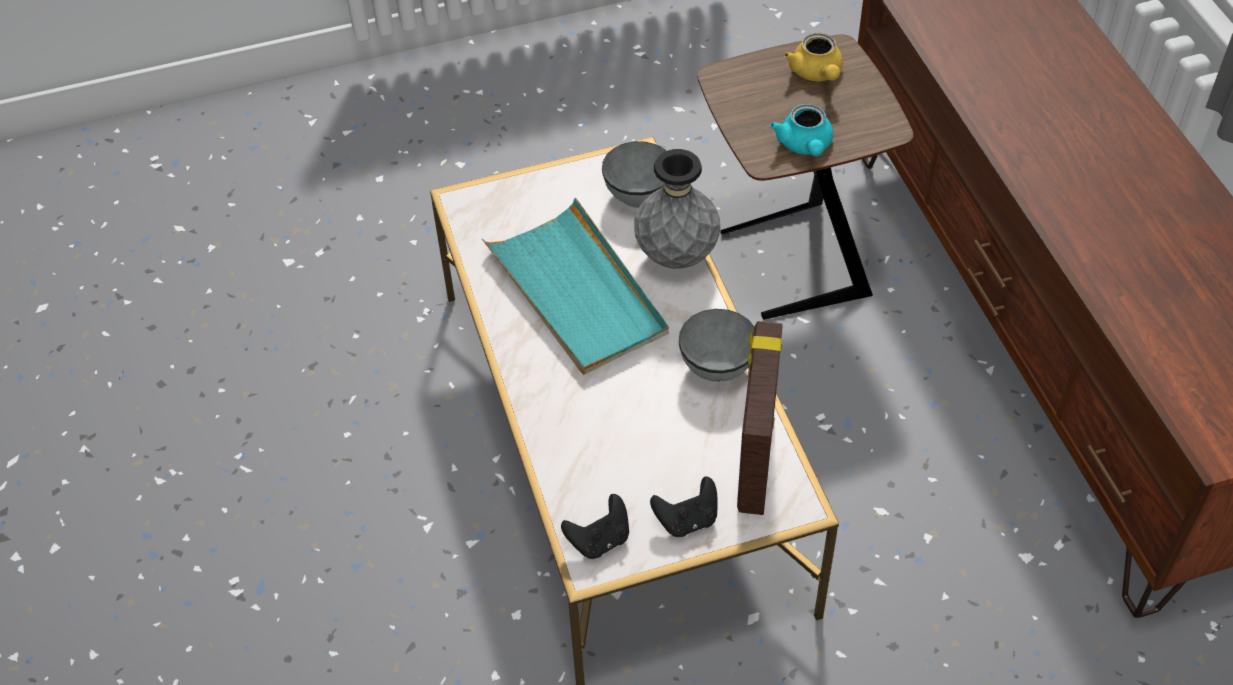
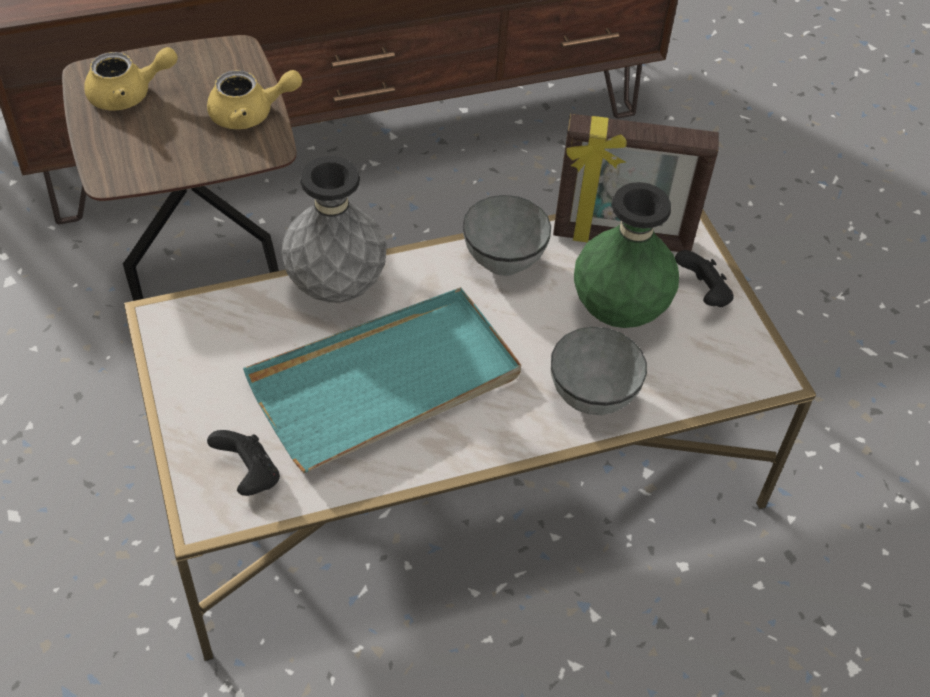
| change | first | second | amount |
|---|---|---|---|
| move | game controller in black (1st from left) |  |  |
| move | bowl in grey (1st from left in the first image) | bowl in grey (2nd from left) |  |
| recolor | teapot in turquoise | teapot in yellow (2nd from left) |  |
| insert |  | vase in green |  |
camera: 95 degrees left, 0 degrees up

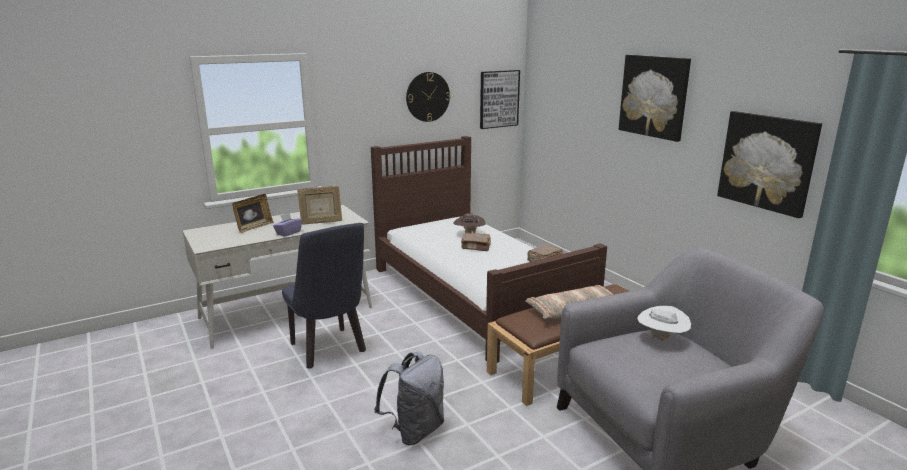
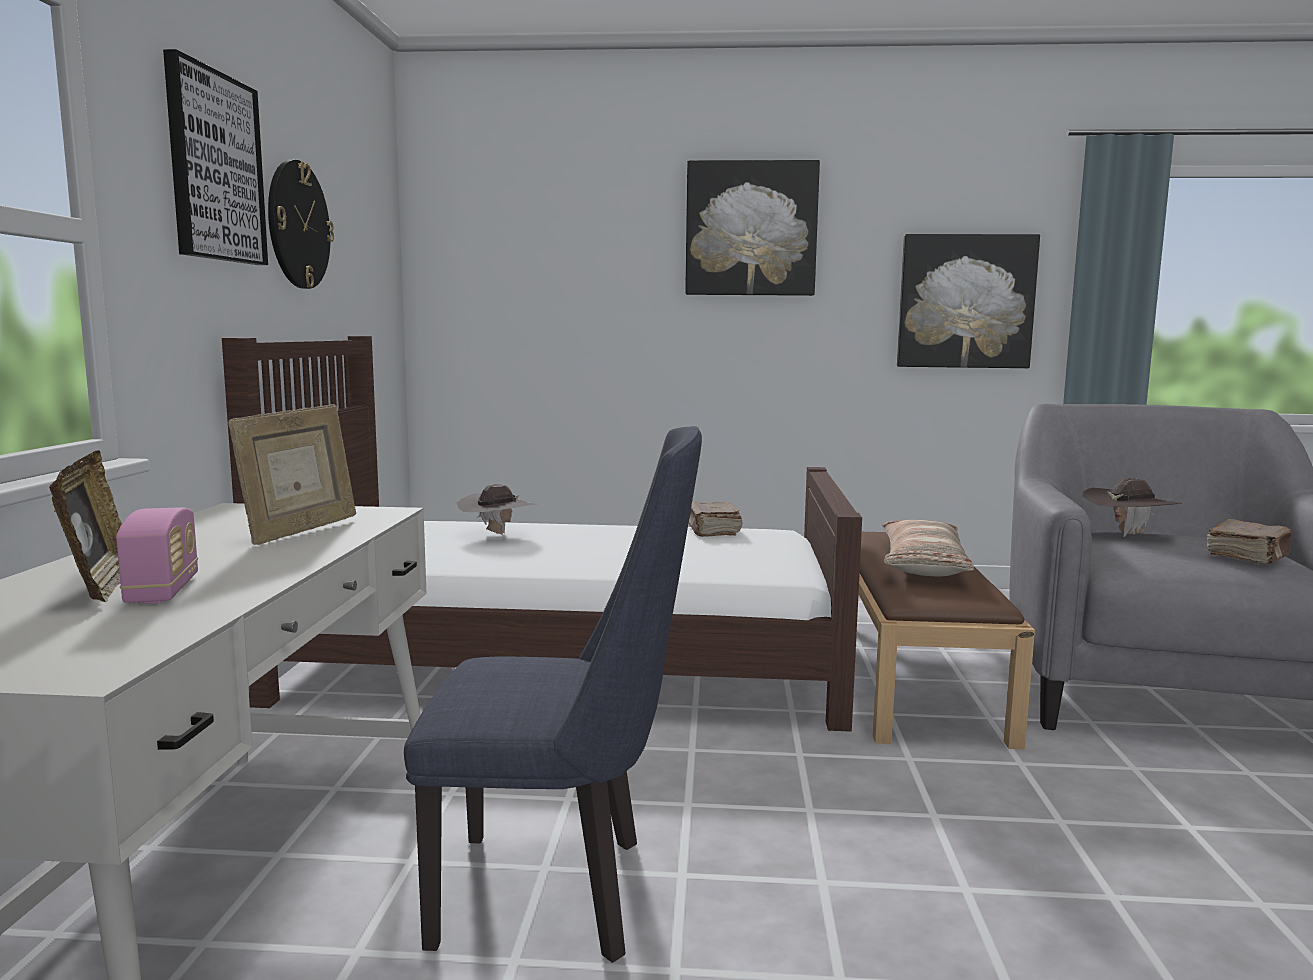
| change | first | second | amount |
|---|---|---|---|
| delete | tissue box in purple |  |  |
| delete | backpack in grey |  |  |
| move | book in brown (1st from left in the first image) | book in brown (2nd from left) |  |
| move | picture (1st from left) |  |  |
| recolor | hat in white | hat in brown (2nd from left) |  |
| insert |  | radio |  |
camera: 55 degrees left, 10 degrees down

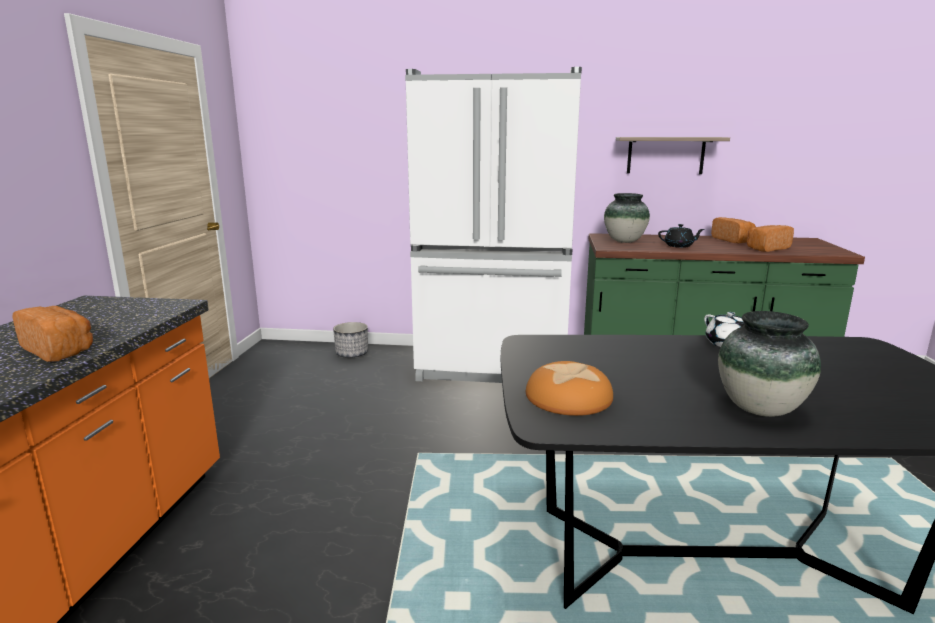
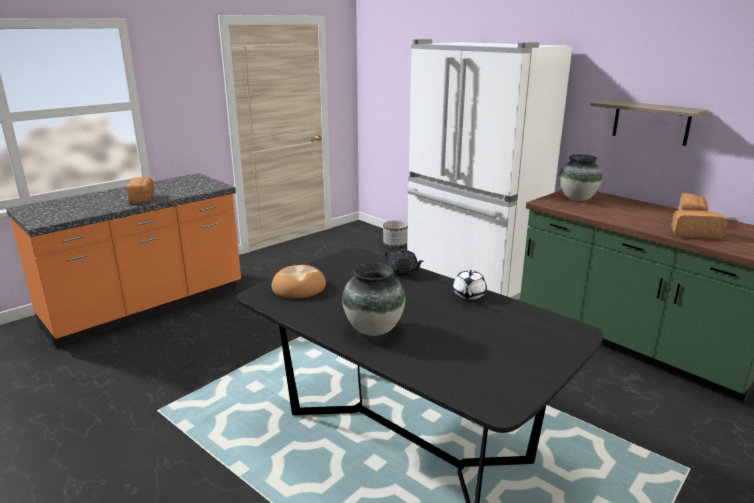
| change | first | second | amount |
|---|---|---|---|
| move | teapot in black |  |  |
camera: 40 degrees right, 5 degrees up

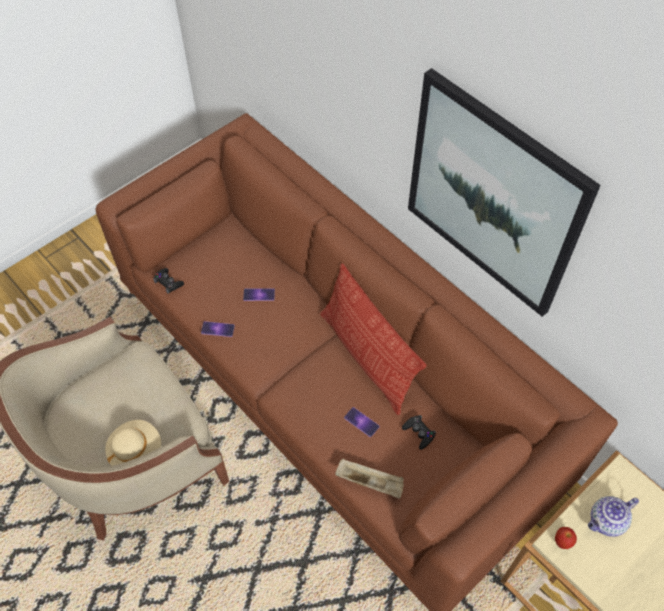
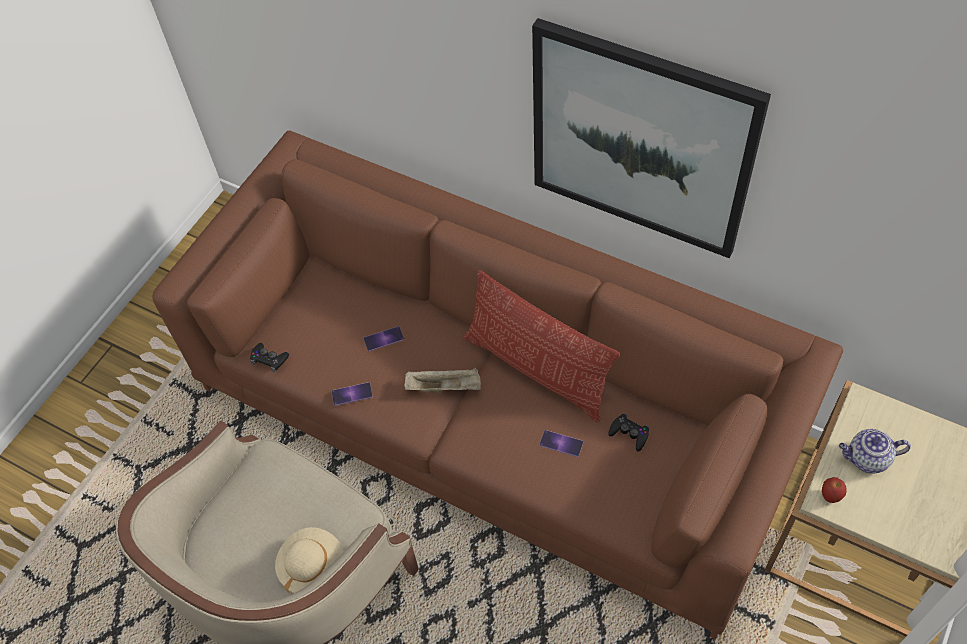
| change | first | second | amount |
|---|---|---|---|
| move | tray in beige |  |  |
| rotate | teapot |  | 45 degrees clockwise |
camera: 15 degrees left, 0 degrees up

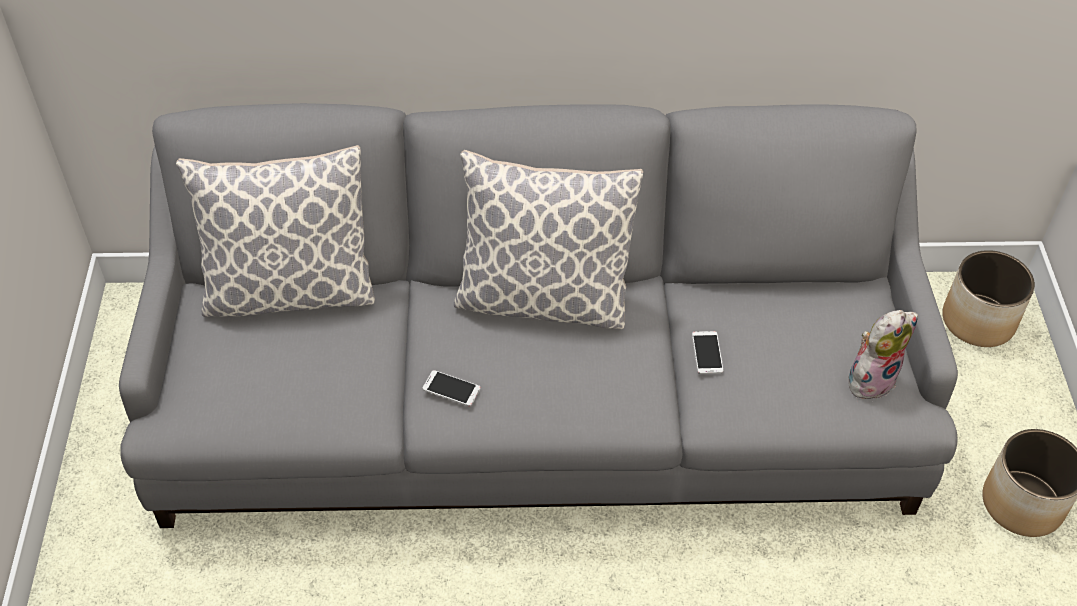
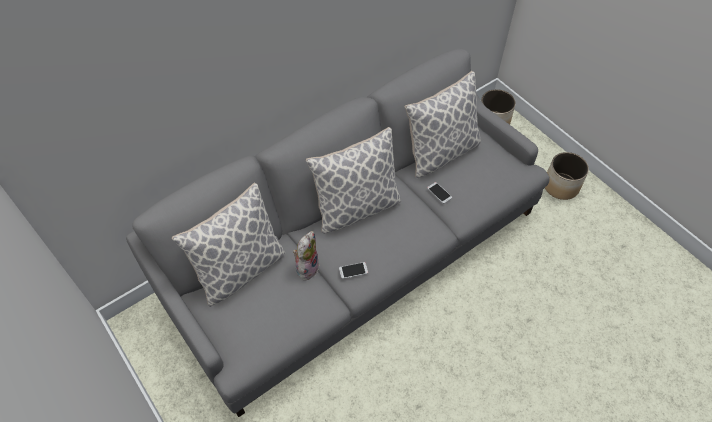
| change | first | second | amount |
|---|---|---|---|
| move | plush toy |  |  |
| insert |  | pillow (3rd from left) |  |
camera: 35 degrees left, 5 degrees up

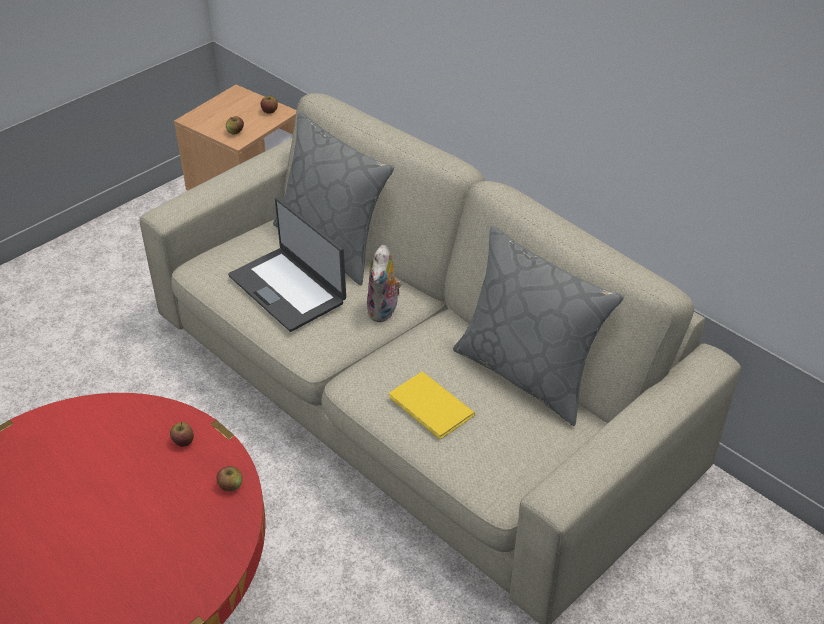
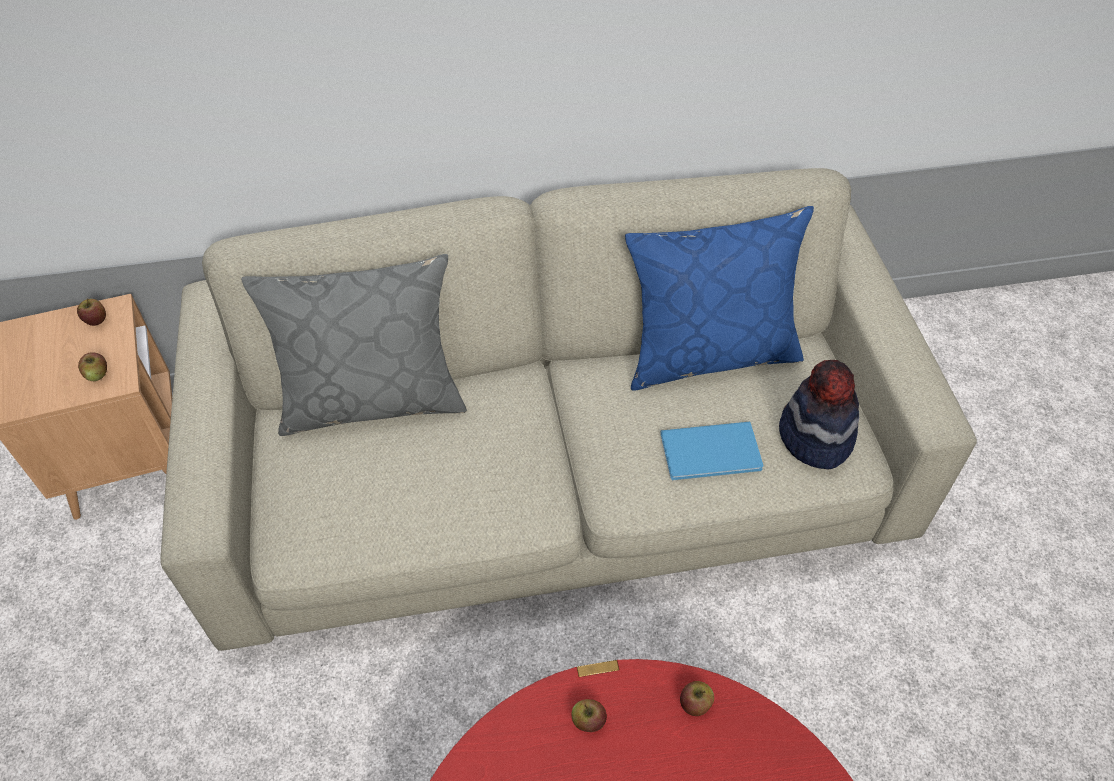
| change | first | second | amount |
|---|---|---|---|
| delete | laptop |  |  |
| delete | plush toy |  |  |
| recolor | book in yellow | book in blue |  |
| recolor | pillow in grey (2nd from left) | pillow in blue |  |
| insert |  | hat |  |
camera: 55 degrees left, 10 degrees up

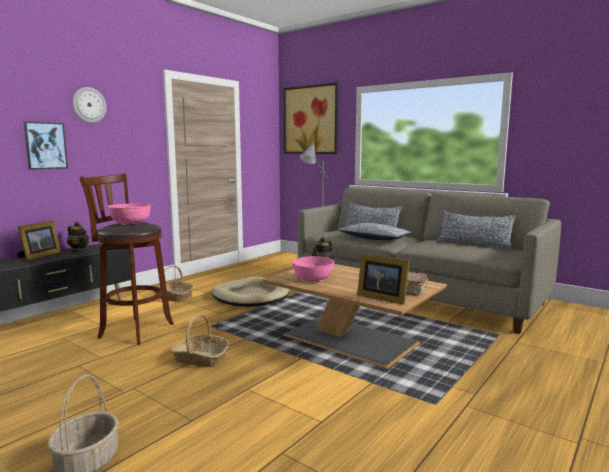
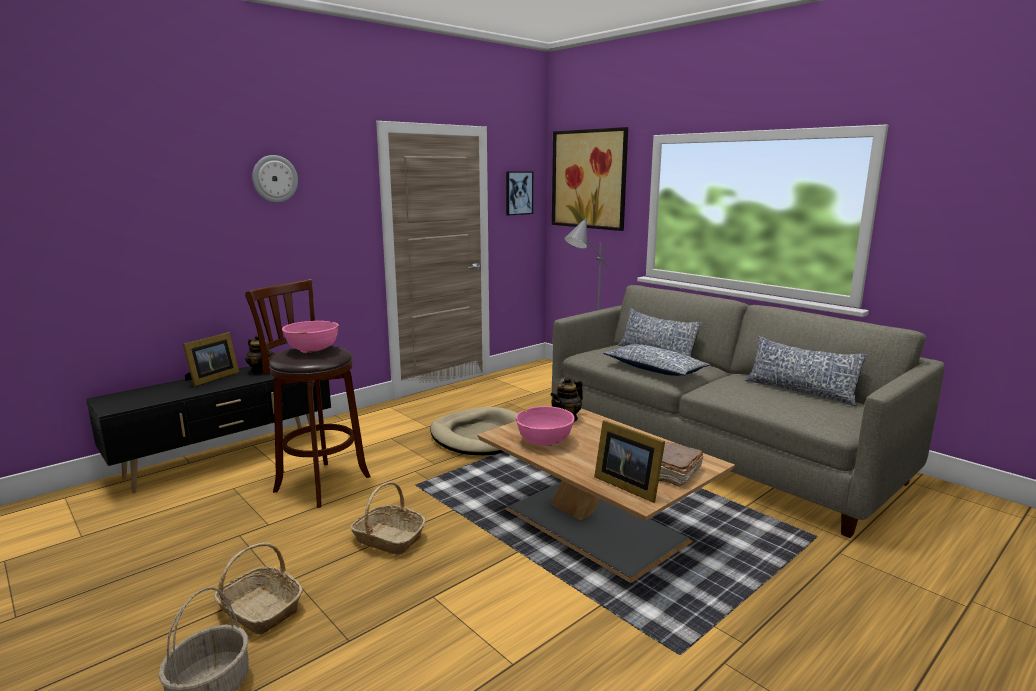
| change | first | second | amount |
|---|---|---|---|
| move | picture (1st from left) |  |  |
| move | basket (2nd from left) |  |  |
camera: 10 degrees right, 5 degrees up

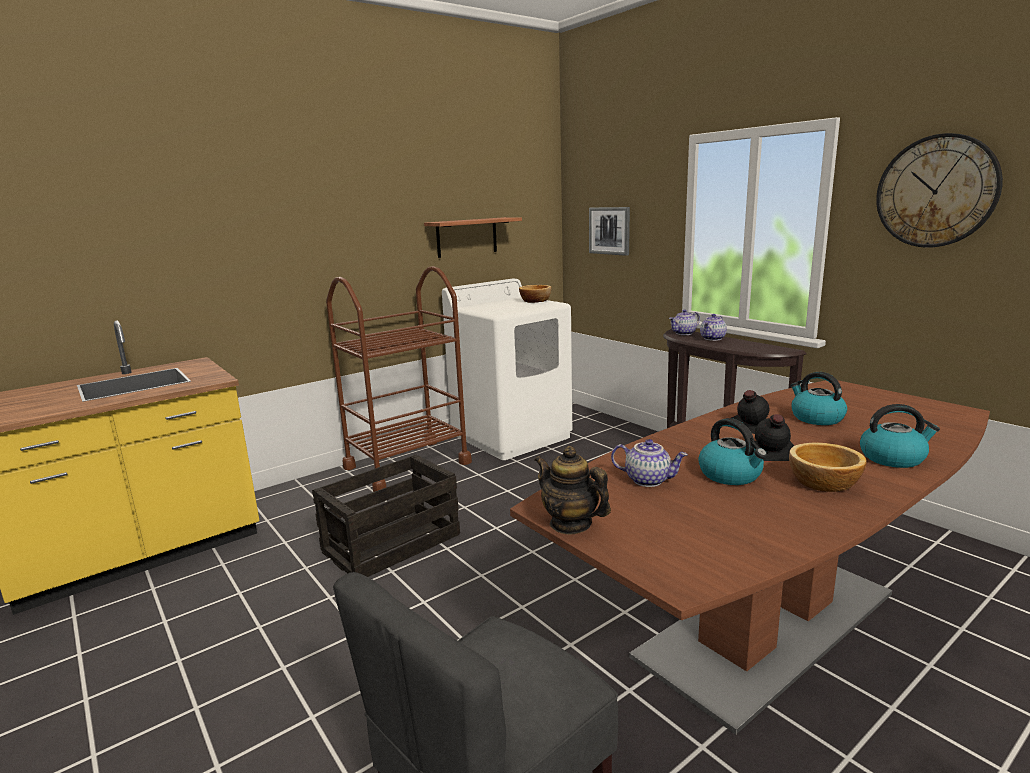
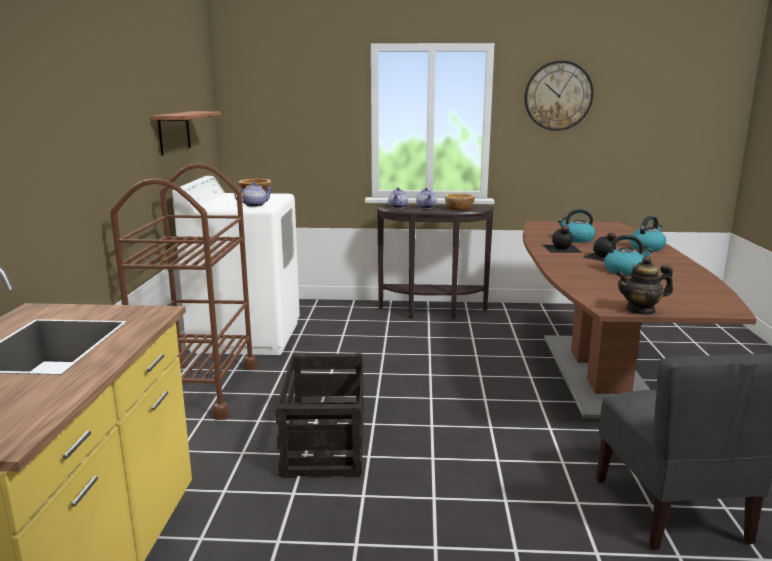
| change | first | second | amount |
|---|---|---|---|
| delete | picture |  |  |
| move | teapot (2nd from left in the first image) | teapot (1st from left) |  |
| move | bowl (2nd from left) |  |  |
camera: 50 degrees left, 0 degrees up

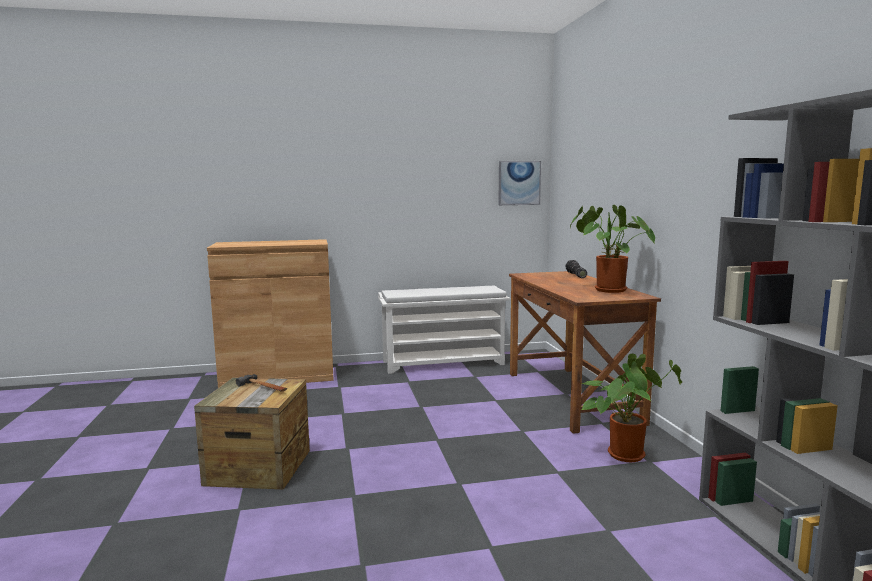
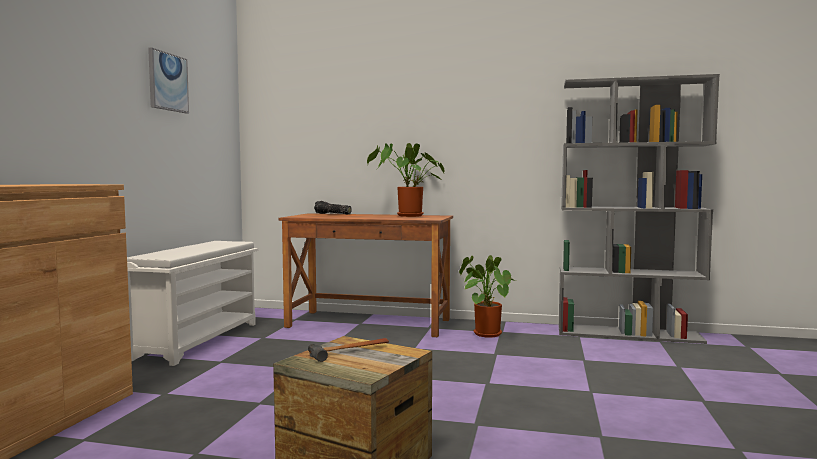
| change | first | second | amount |
|---|---|---|---|
| move | picture |  |  |
camera: 65 degrees left, 5 degrees down

